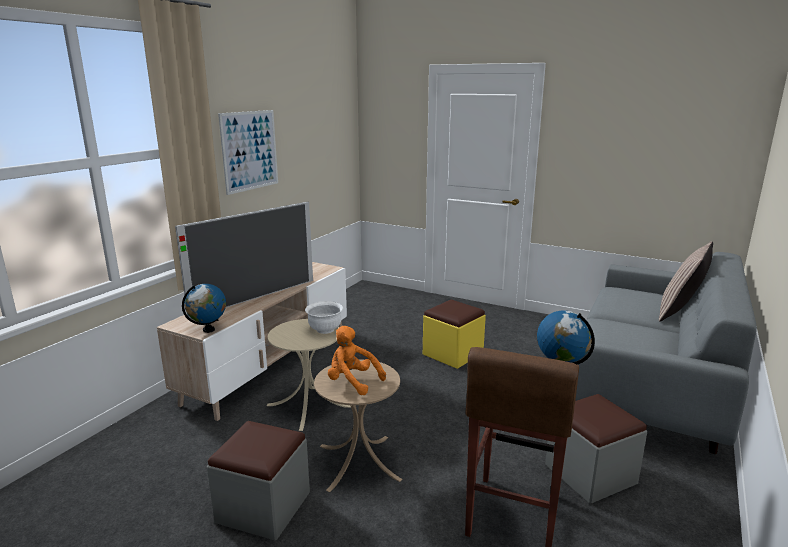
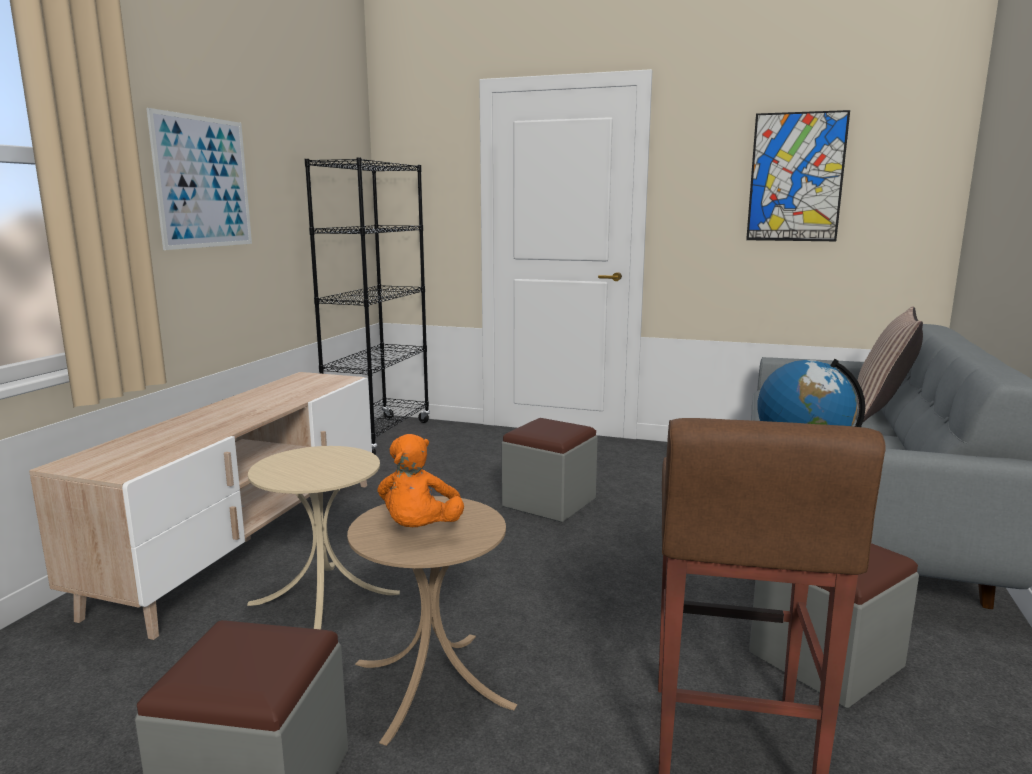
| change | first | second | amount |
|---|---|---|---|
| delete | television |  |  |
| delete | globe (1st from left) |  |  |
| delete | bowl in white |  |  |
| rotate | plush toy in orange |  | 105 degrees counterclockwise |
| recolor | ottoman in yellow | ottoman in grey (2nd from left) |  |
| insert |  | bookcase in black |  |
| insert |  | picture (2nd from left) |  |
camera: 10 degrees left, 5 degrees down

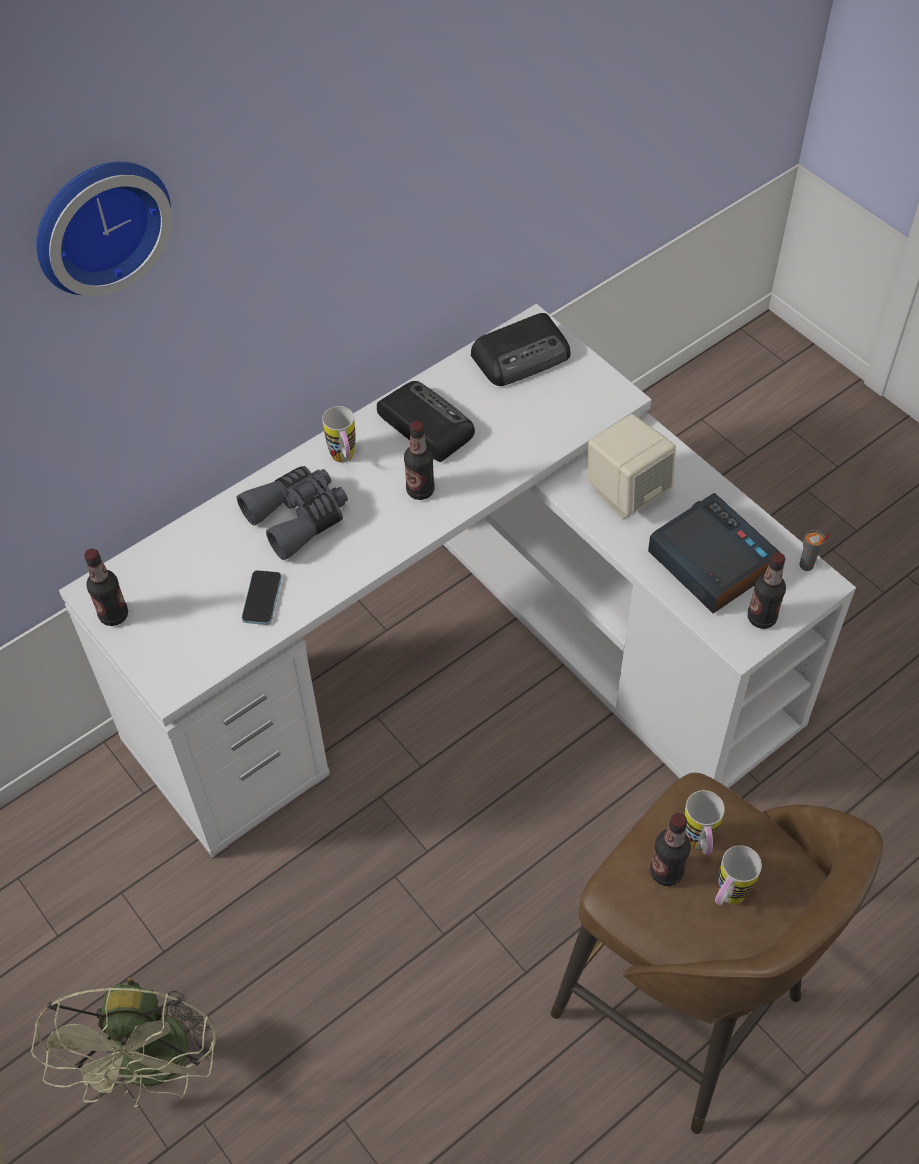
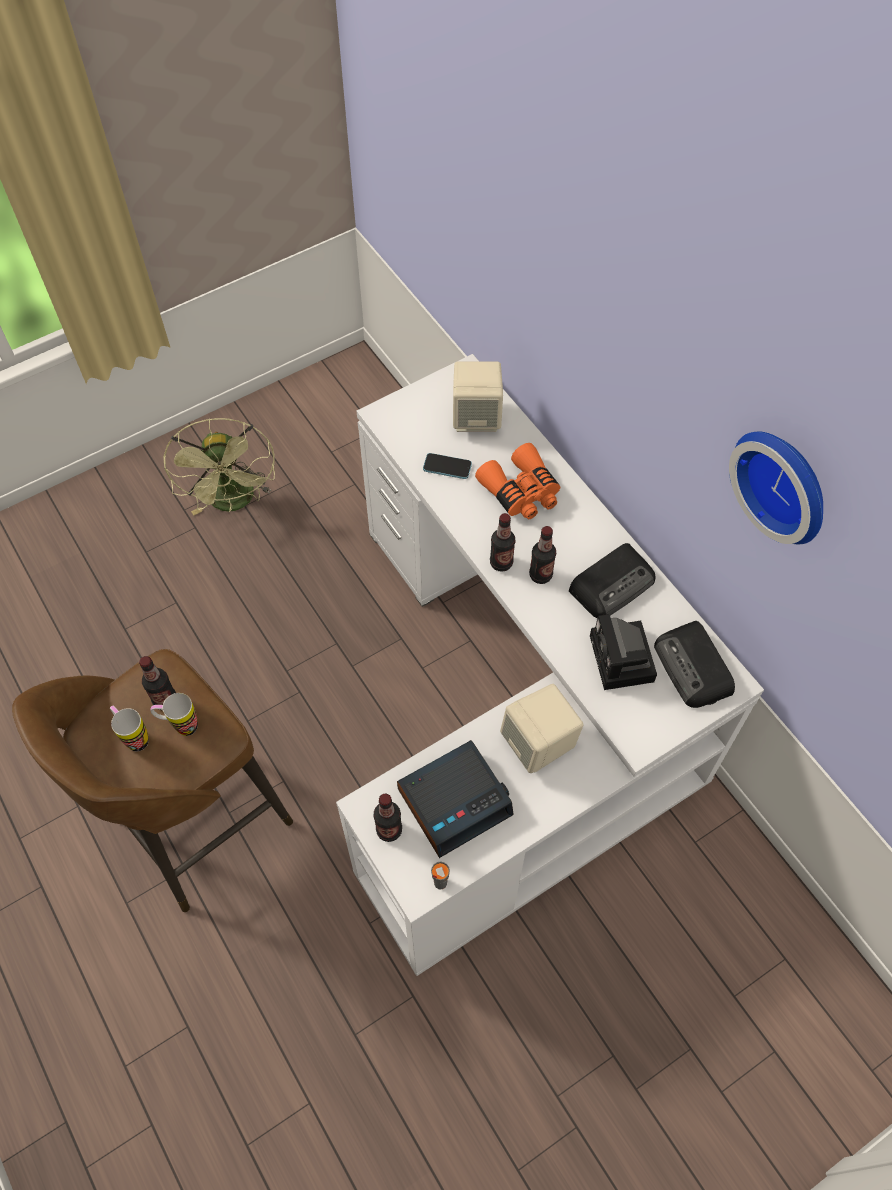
| change | first | second | amount |
|---|---|---|---|
| rotate | fan in green |  | 105 degrees counterclockwise |
| move | wall clock |  |  |
| move | bottle (1st from left in the first image) | bottle (3rd from left) |  |
| recolor | binoculars in grey | binoculars in orange |  |
| delete | mug (1st from left) |  |  |
| insert |  | speaker in beige (1st from left) |  |
| insert |  | photo camera |  |
camera: 95 degrees right, 5 degrees up

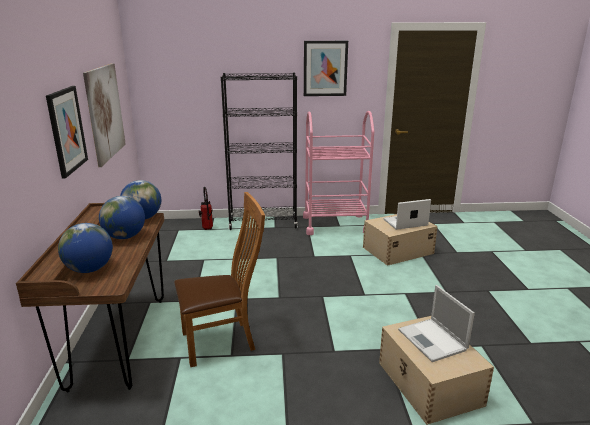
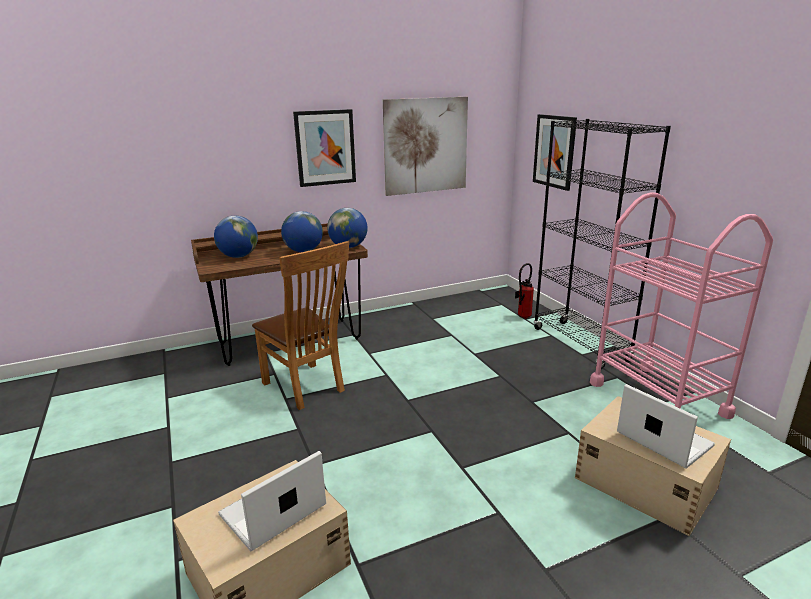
| change | first | second | amount |
|---|---|---|---|
| move | picture (3rd from left) |  |  |
camera: 70 degrees right, 0 degrees up

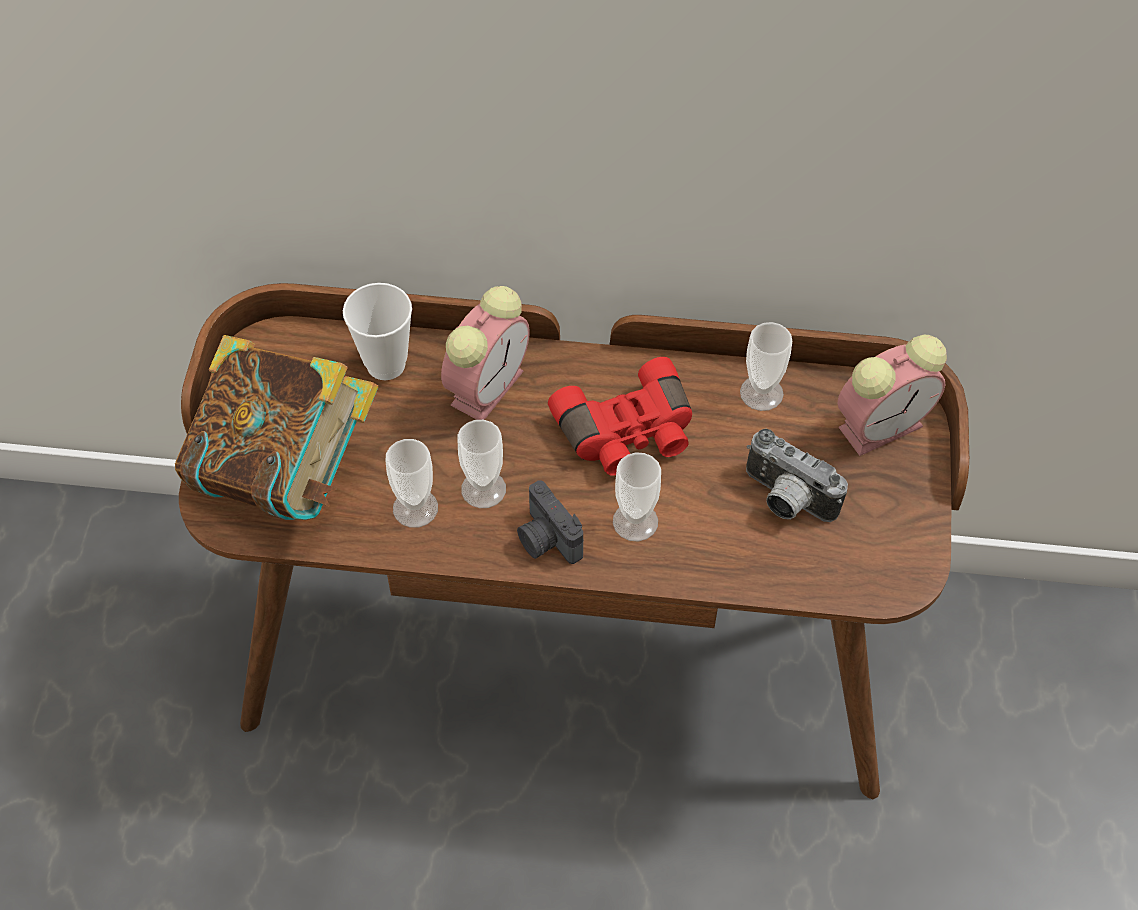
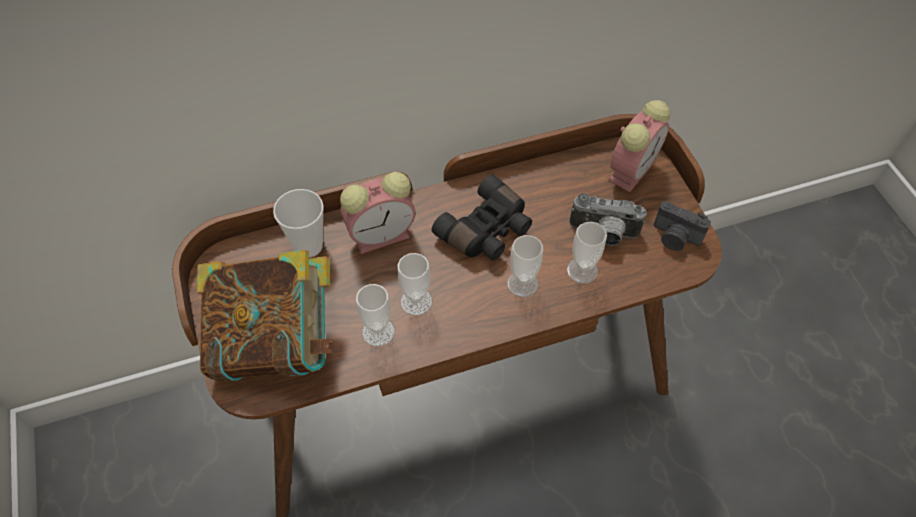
| change | first | second | amount |
|---|---|---|---|
| rotate | alarm clock (1st from left) |  | 60 degrees clockwise |
| move | photo camera (1st from left in the first image) | photo camera (2nd from left) |  |
| recolor | binoculars in red | binoculars in black |  |
| move | cup (5th from left) |  |  |
camera: 25 degrees left, 0 degrees up

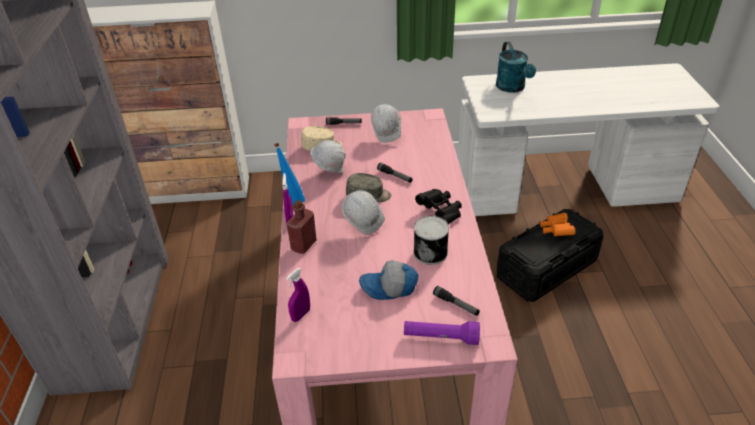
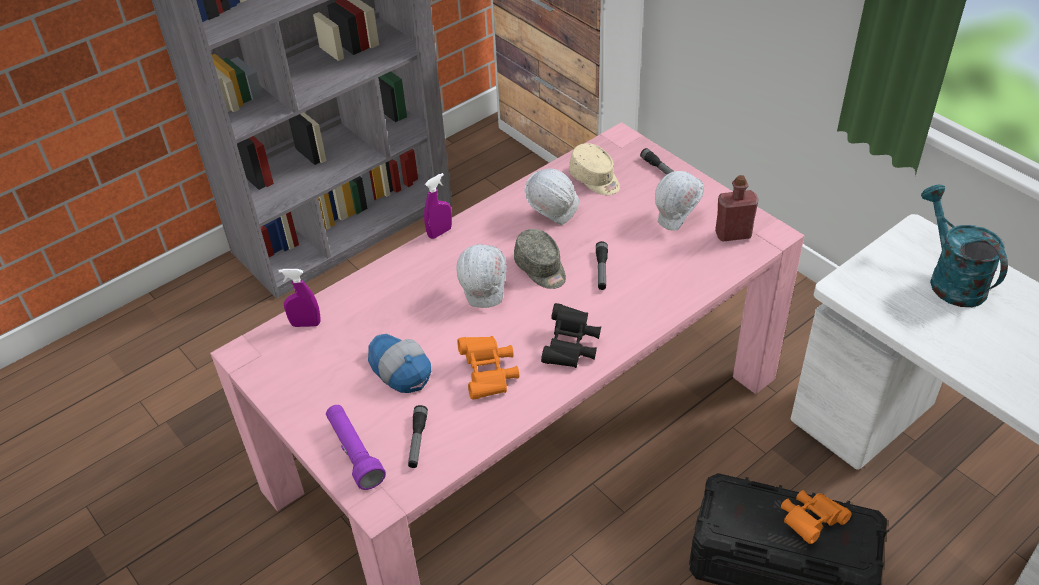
| change | first | second | amount |
|---|---|---|---|
| delete | bottle in blue |  |  |
| move | bottle in red |  |  |
| replace | can | binoculars in orange (1st from left) |  |
| rotate | watering can in turquoise |  | 120 degrees clockwise |
camera: 55 degrees right, 5 degrees up

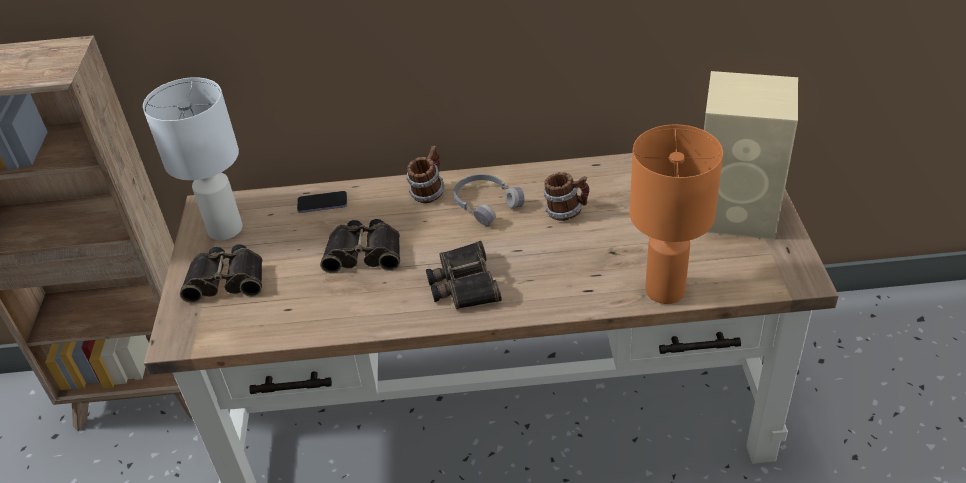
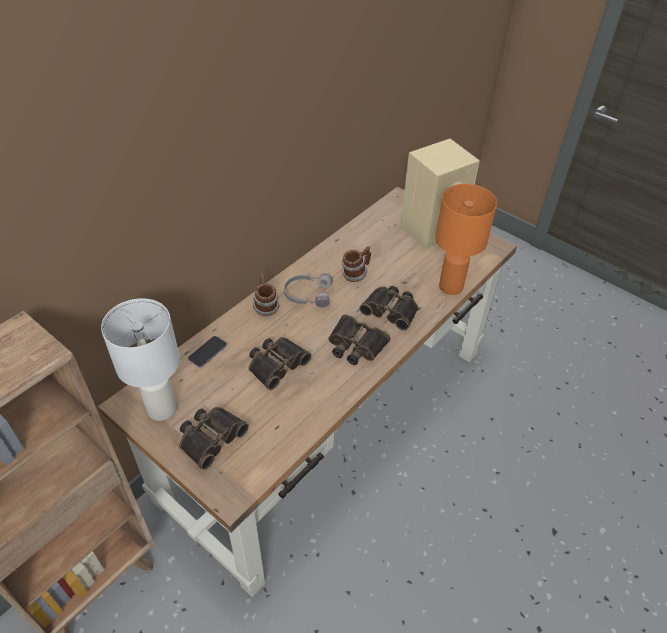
| change | first | second | amount |
|---|---|---|---|
| insert |  | binoculars (4th from left) |  |
camera: 50 degrees left, 5 degrees up

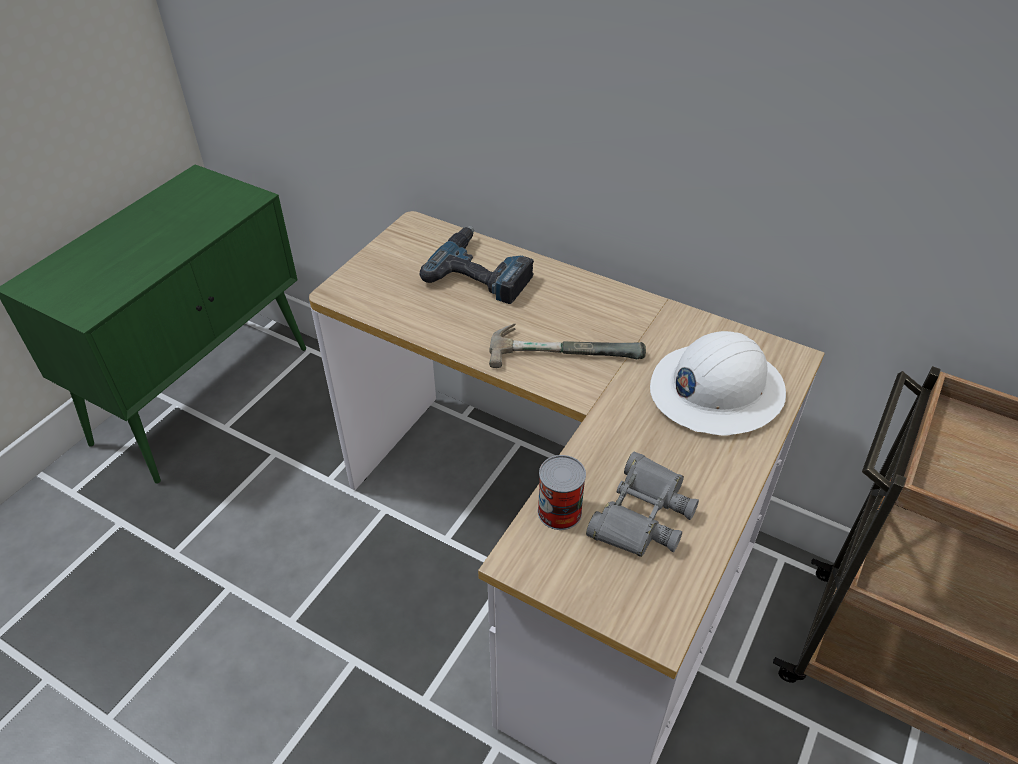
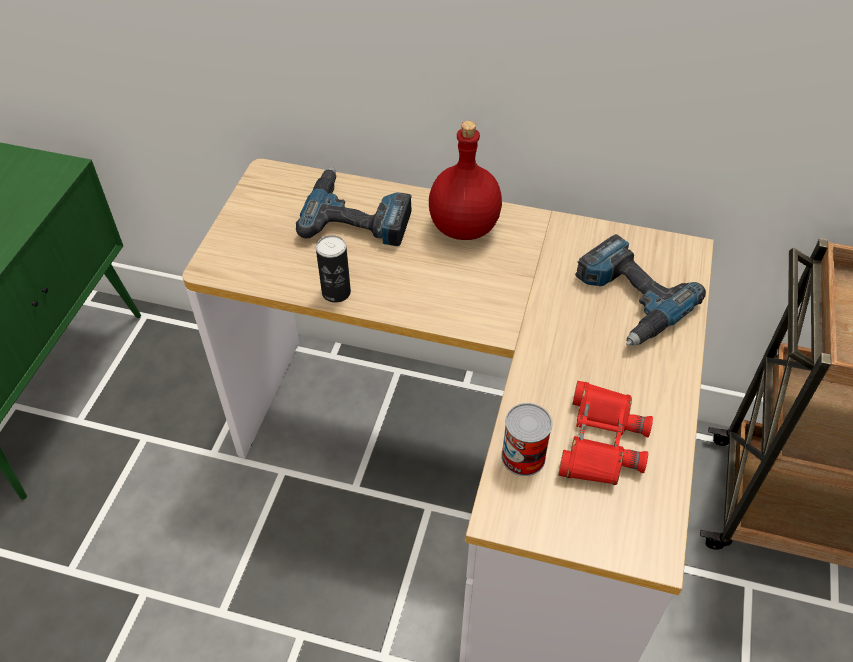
| change | first | second | amount |
|---|---|---|---|
| delete | hammer |  |  |
| recolor | binoculars in grey | binoculars in red |  |
| replace | hard hat in white | power drill (2nd from left) |  |
| insert |  | can (1st from left) |  |
| insert |  | bottle in red |  |
camera: 15 degrees left, 5 degrees up

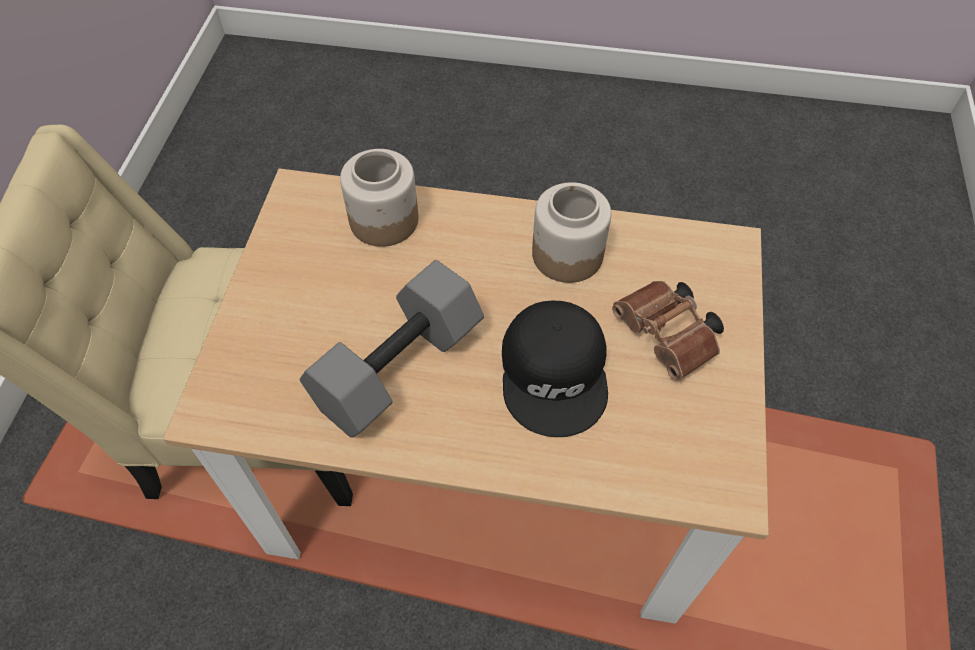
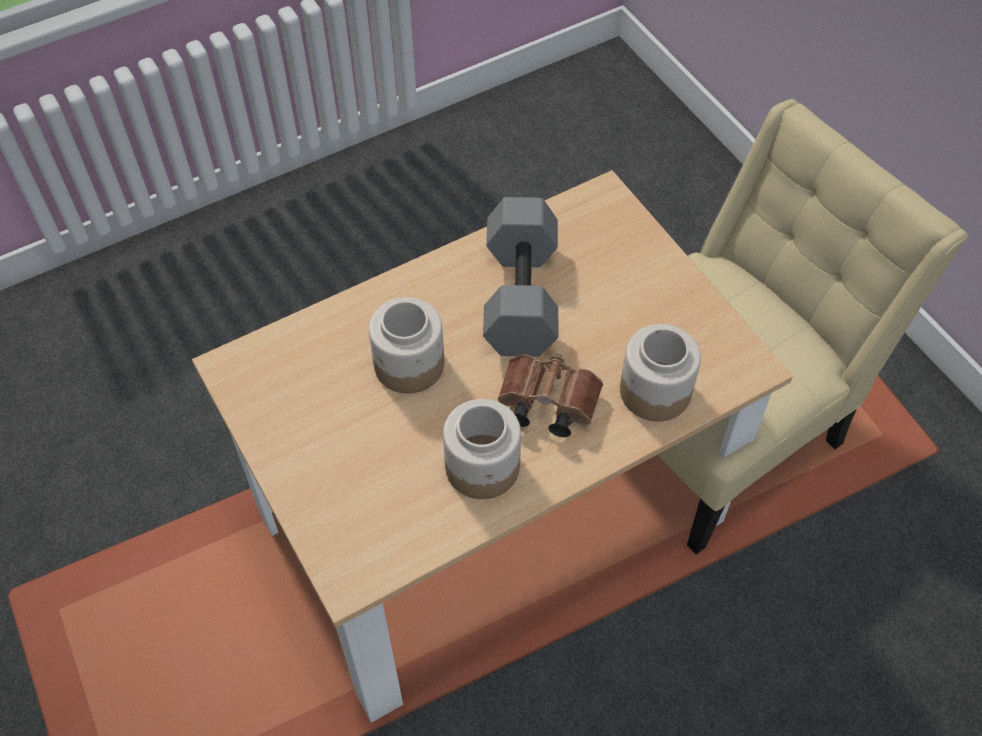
| change | first | second | amount |
|---|---|---|---|
| replace | cap in black | jar (1st from left) |  |
| move | binoculars in brown |  |  |
camera: 140 degrees right, 0 degrees up

